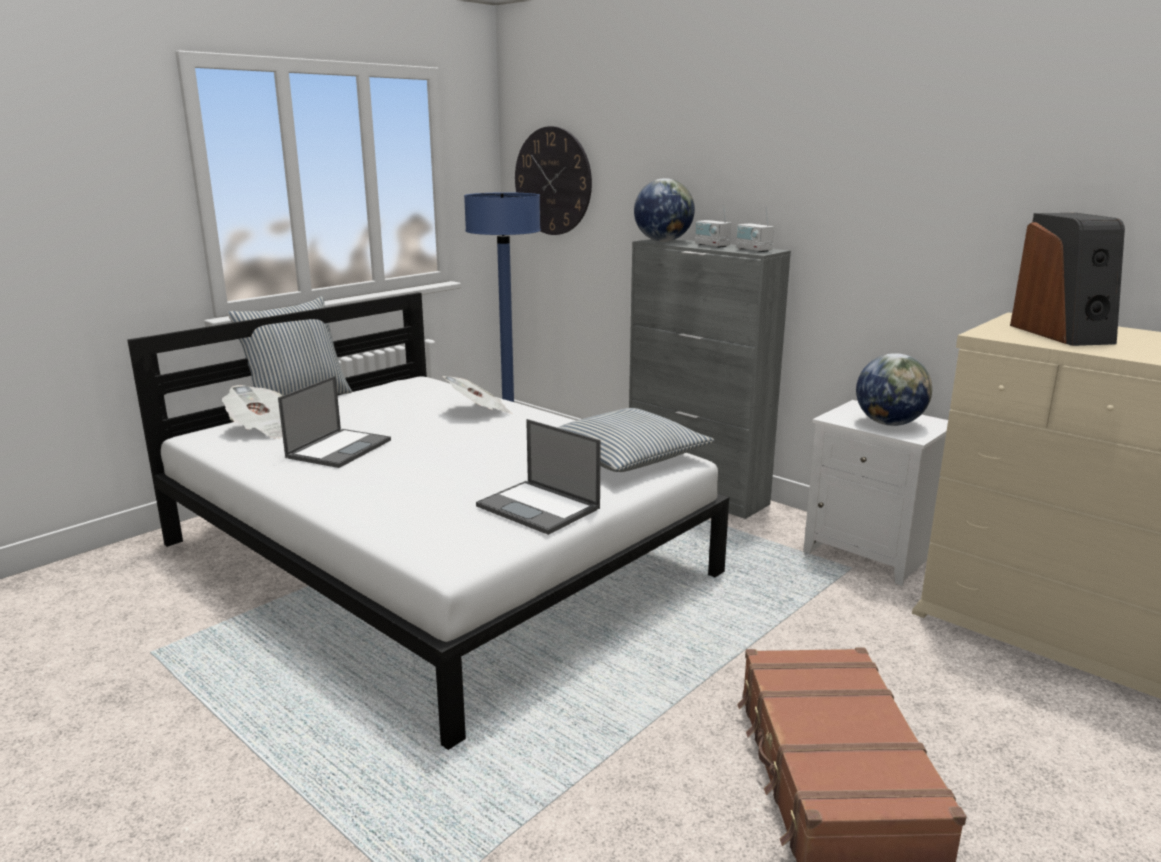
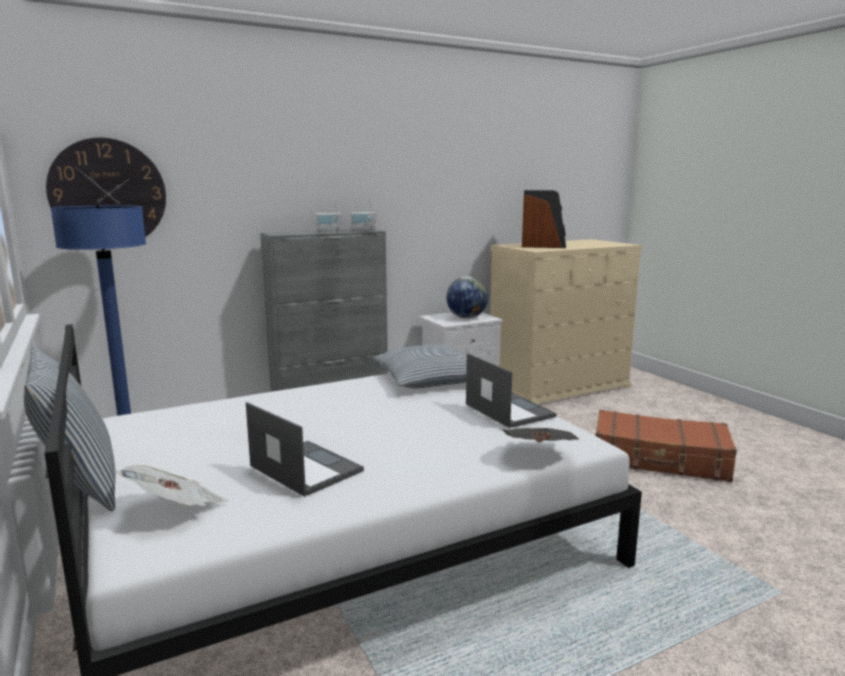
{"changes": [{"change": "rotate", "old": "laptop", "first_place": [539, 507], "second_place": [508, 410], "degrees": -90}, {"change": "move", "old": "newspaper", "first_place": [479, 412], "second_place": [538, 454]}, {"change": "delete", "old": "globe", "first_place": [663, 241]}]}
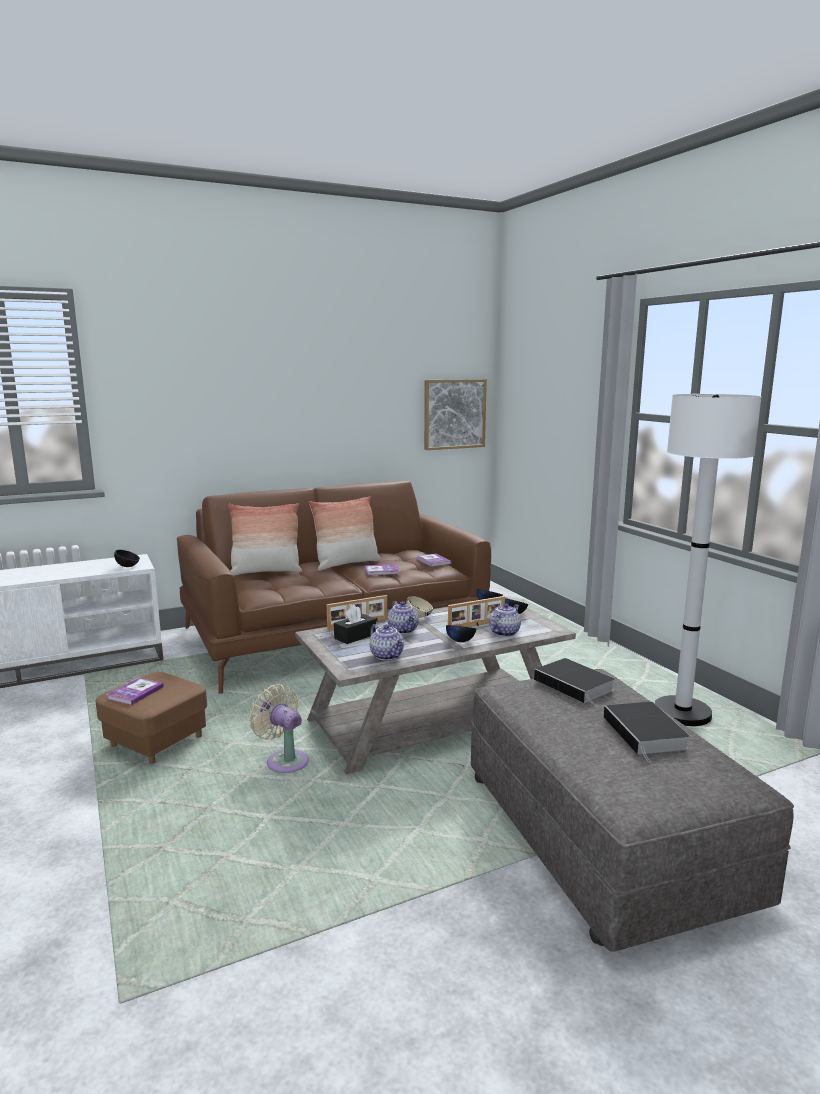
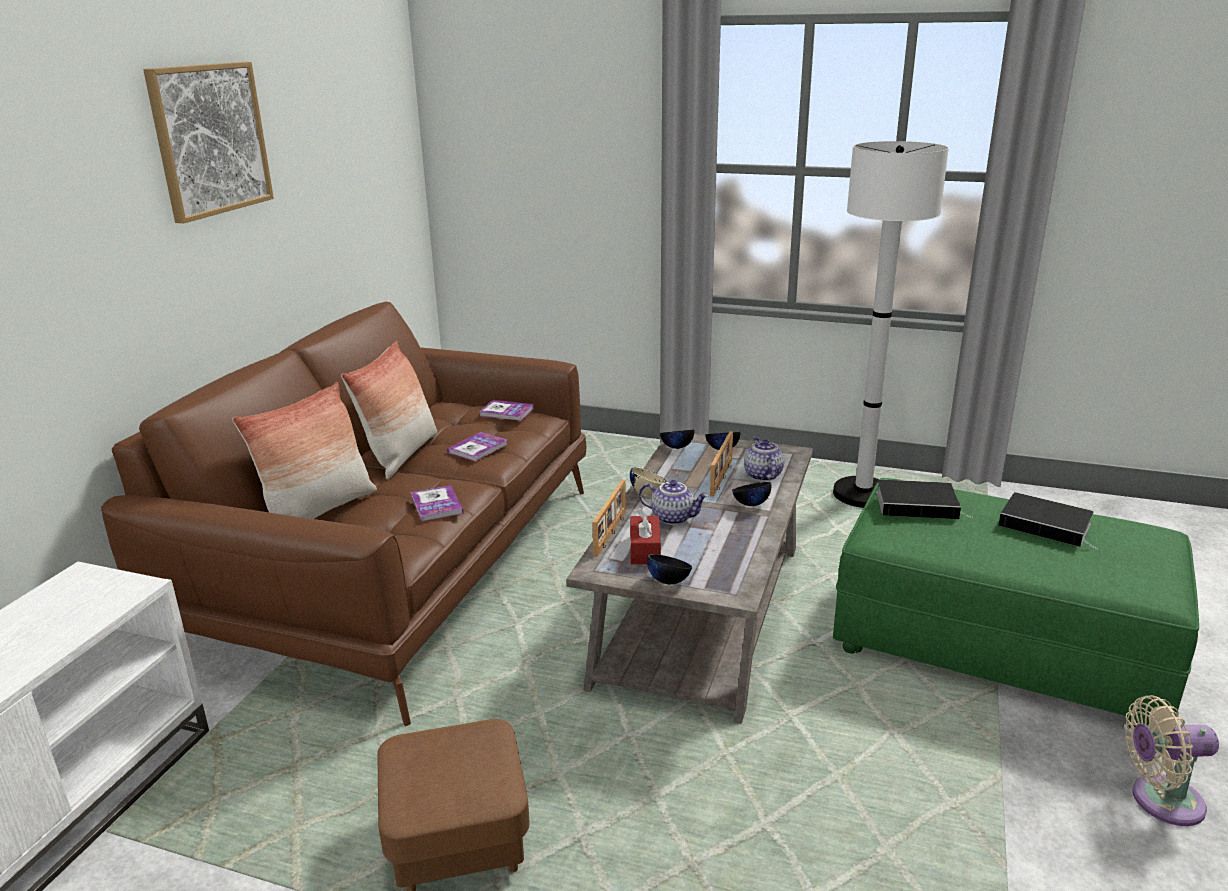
{"changes": [{"change": "move", "old": "picture", "first_place": [454, 414], "second_place": [210, 139]}, {"change": "move", "old": "book", "first_place": [135, 693], "second_place": [437, 505]}, {"change": "recolor", "old": "black tissue box", "new": "red tissue box", "first_place": [355, 636], "second_place": [645, 550]}, {"change": "move", "old": "black bowl", "first_place": [128, 566], "second_place": [669, 581]}, {"change": "recolor", "old": "grey ottoman", "new": "green ottoman", "first_place": [602, 835], "second_place": [999, 640]}, {"change": "move", "old": "beige fan", "first_place": [284, 760], "second_place": [1160, 800]}, {"change": "delete", "old": "teapot", "first_place": [387, 656]}]}
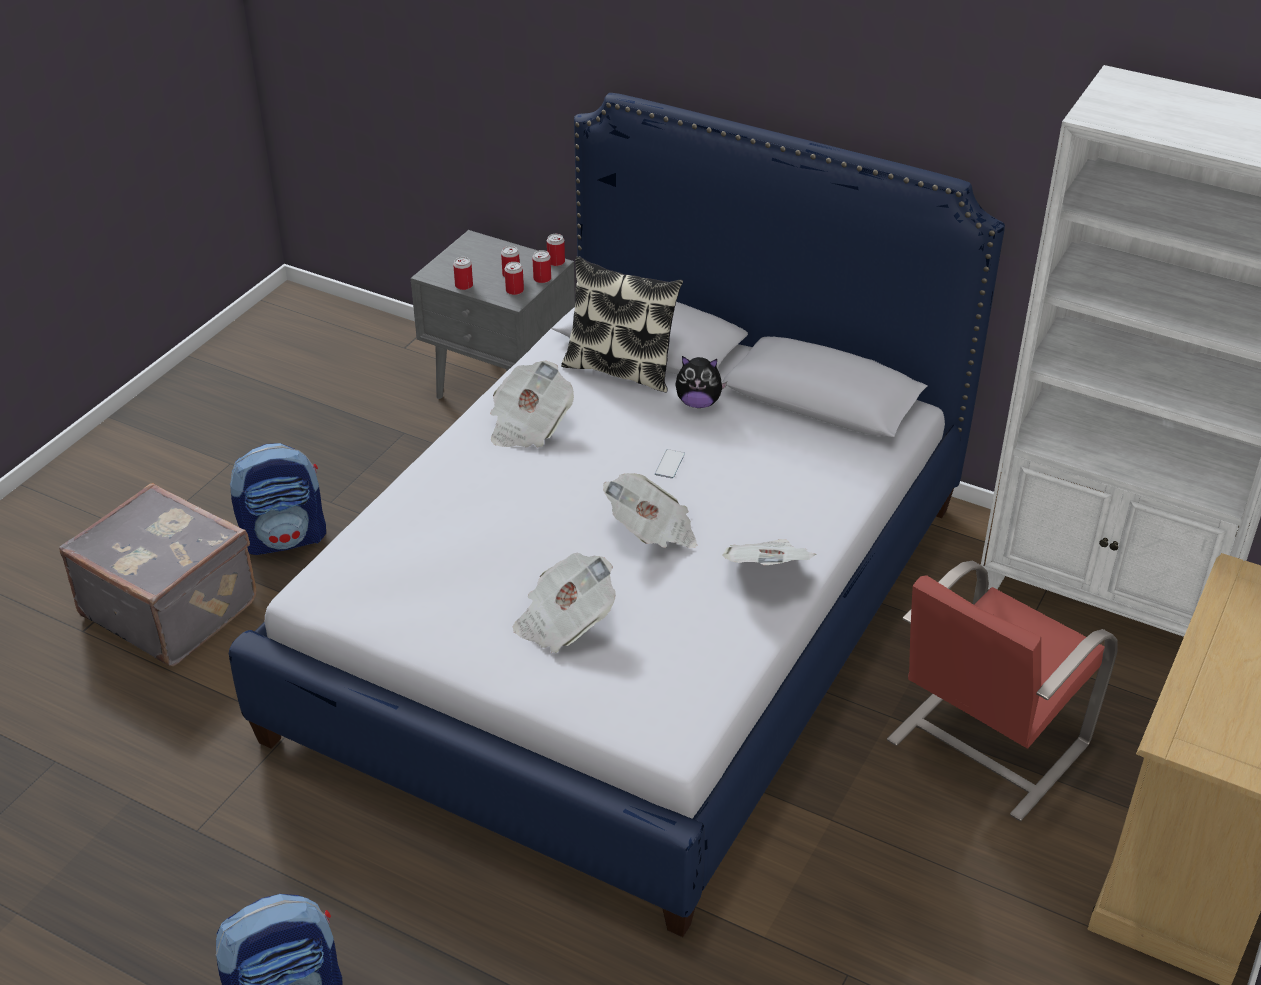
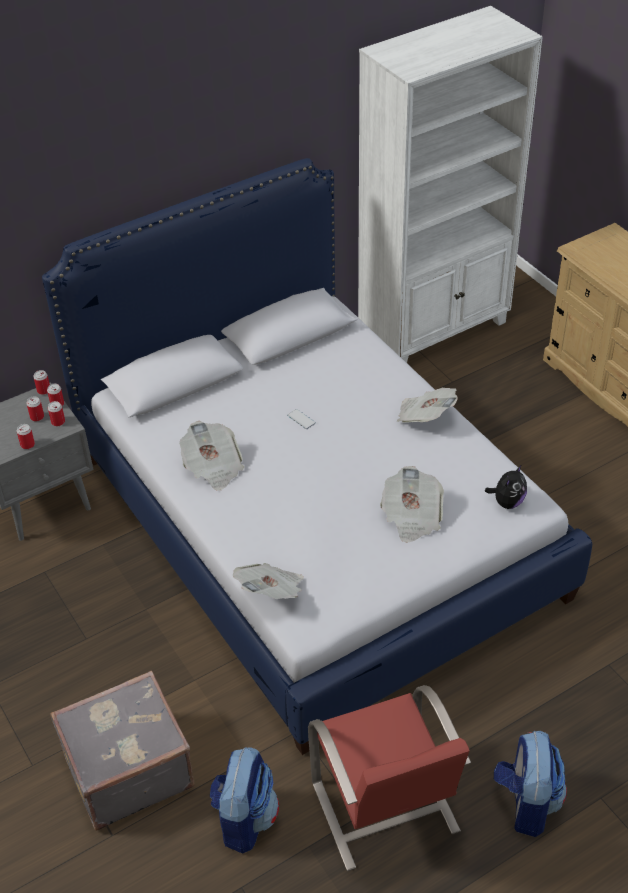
{"changes": [{"change": "move", "old": "backpack", "first_place": [285, 538], "second_place": [244, 818]}, {"change": "move", "old": "newspaper", "first_place": [652, 532], "second_place": [271, 592]}, {"change": "move", "old": "red chair", "first_place": [984, 743], "second_place": [385, 809]}, {"change": "move", "old": "plush toy", "first_place": [698, 403], "second_place": [507, 502]}, {"change": "delete", "old": "pillow", "first_place": [621, 369]}]}
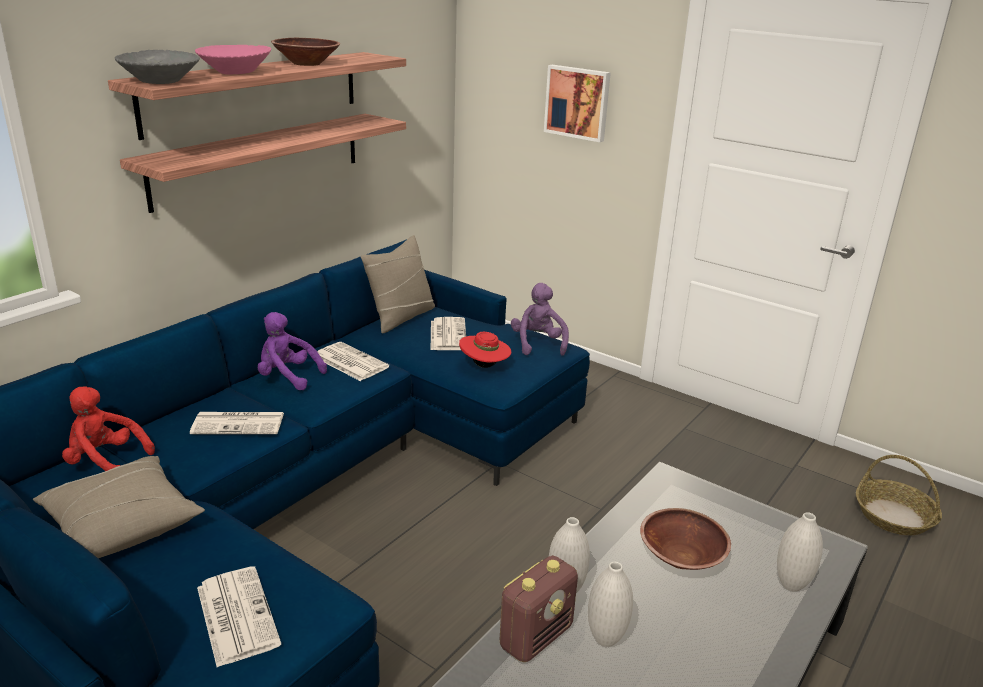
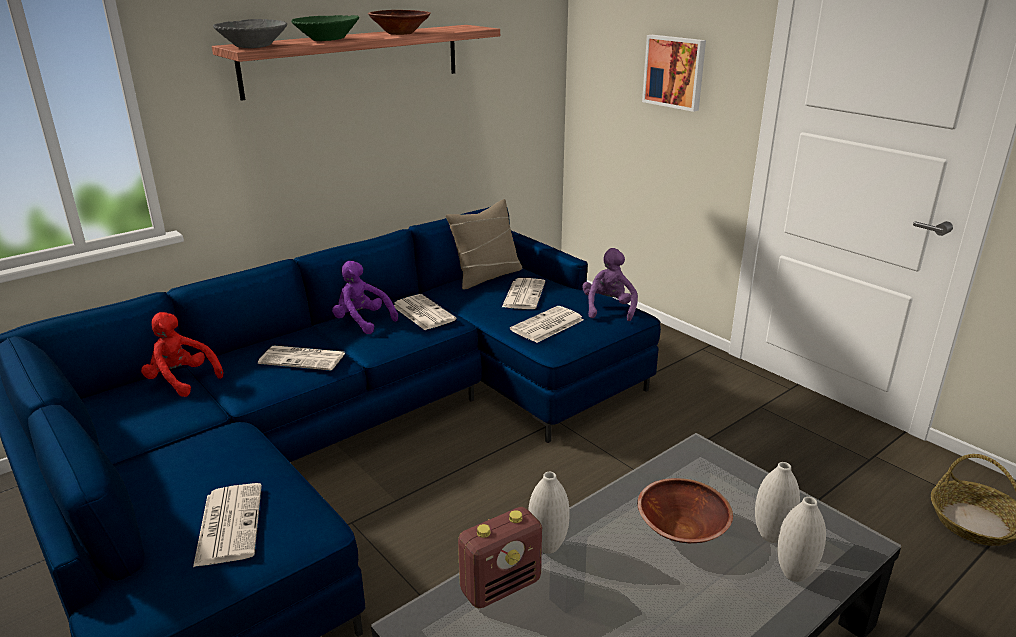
{"changes": [{"change": "recolor", "old": "pink bowl", "new": "green bowl", "first_place": [235, 72], "second_place": [327, 39]}, {"change": "replace", "old": "red hat", "new": "newspaper", "first_place": [484, 366], "second_place": [547, 325]}, {"change": "move", "old": "white vase", "first_place": [605, 639], "second_place": [771, 536]}, {"change": "delete", "old": "beige pillow", "first_place": [121, 524]}, {"change": "delete", "old": "shelf", "first_place": [260, 159]}]}
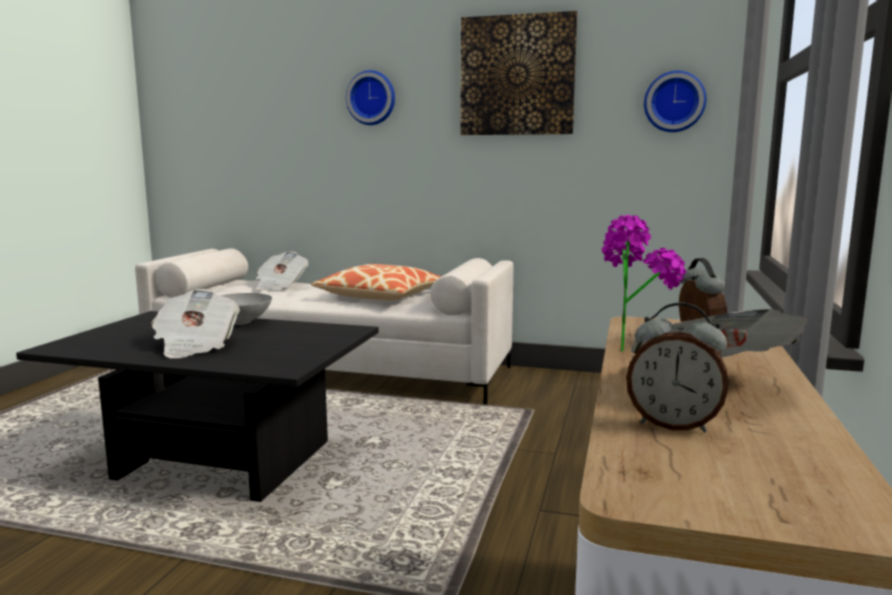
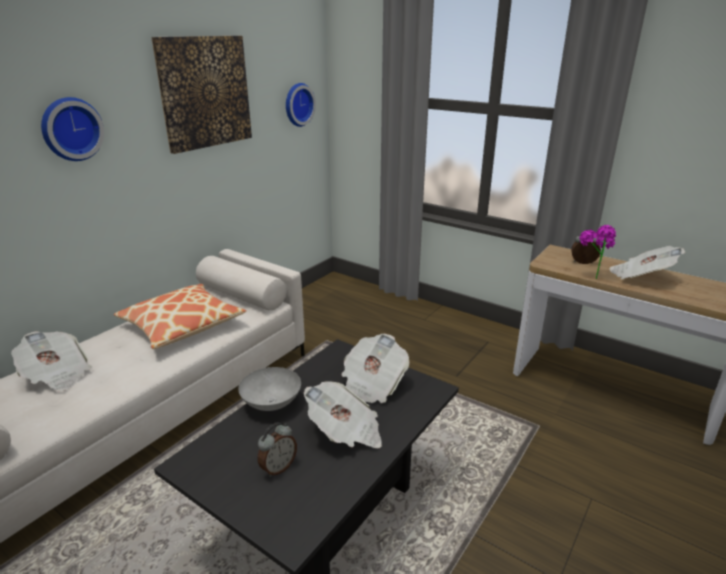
{"changes": [{"change": "move", "old": "alarm clock", "first_place": [673, 425], "second_place": [278, 467]}, {"change": "insert", "new": "newspaper", "second_place": [371, 385]}]}
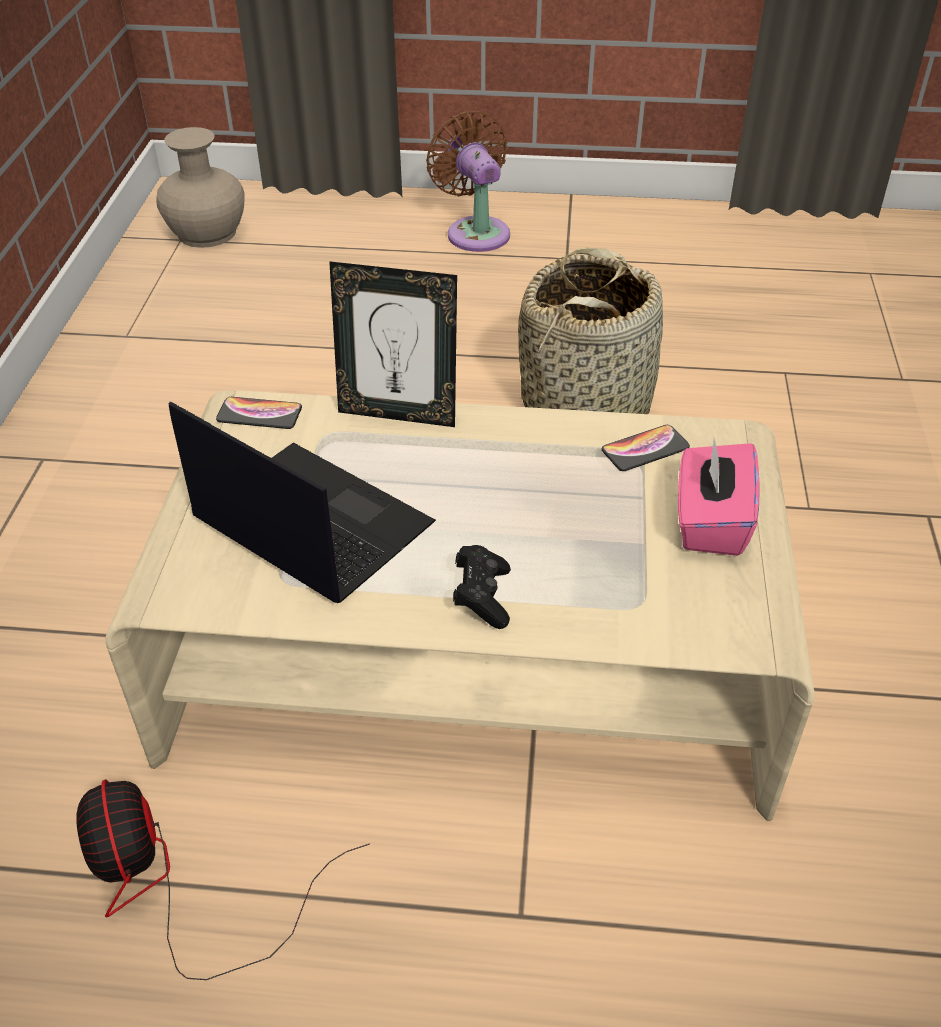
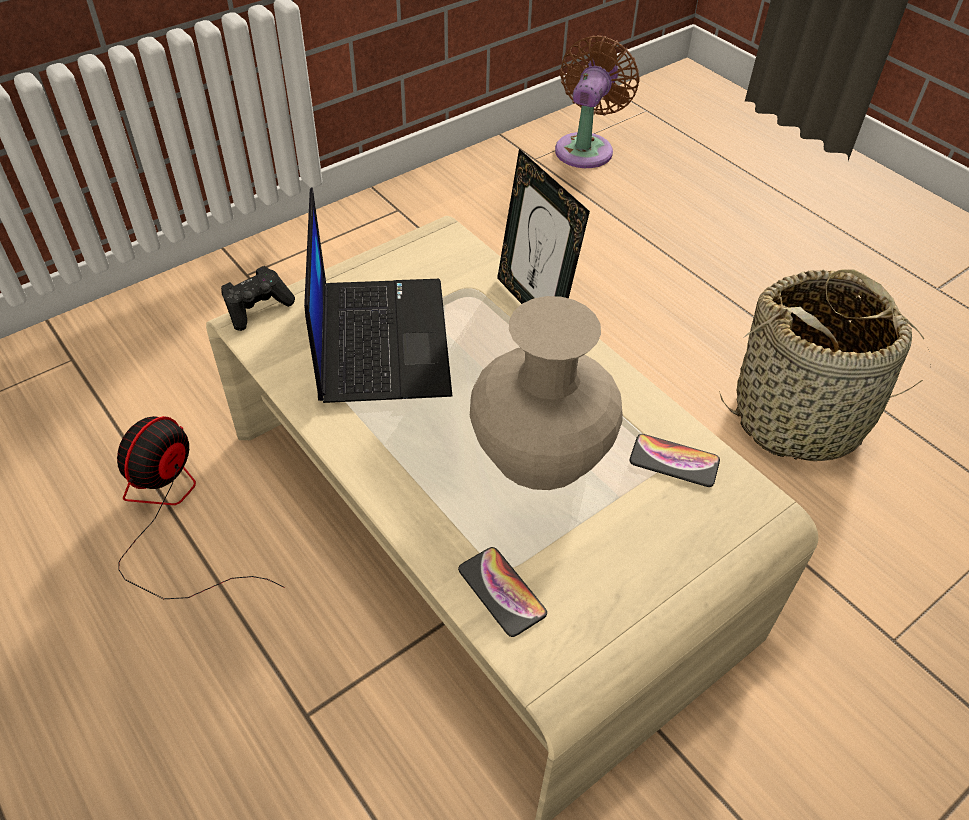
{"changes": [{"change": "move", "old": "black game controller", "first_place": [482, 597], "second_place": [257, 308]}, {"change": "move", "old": "phone", "first_place": [259, 414], "second_place": [501, 592]}, {"change": "move", "old": "beige vase", "first_place": [207, 232], "second_place": [541, 450]}, {"change": "move", "old": "brown fan", "first_place": [475, 231], "second_place": [586, 148]}, {"change": "delete", "old": "pink tissue box", "first_place": [710, 522]}]}
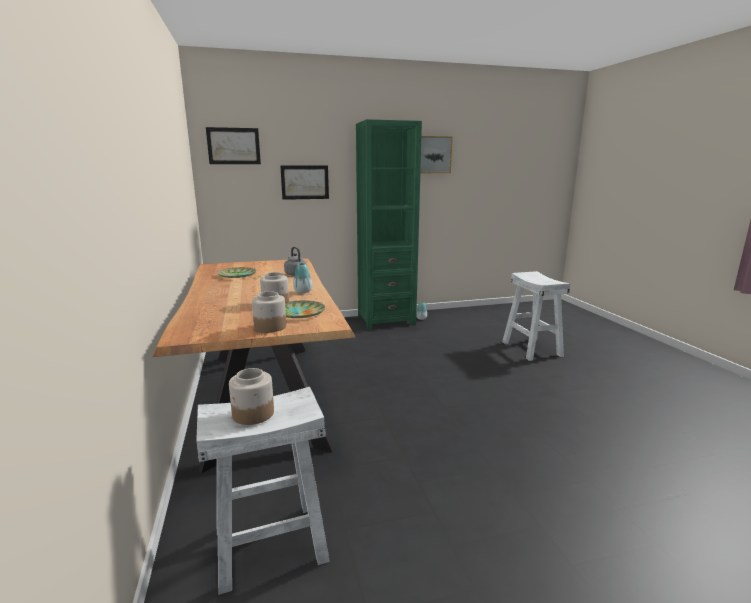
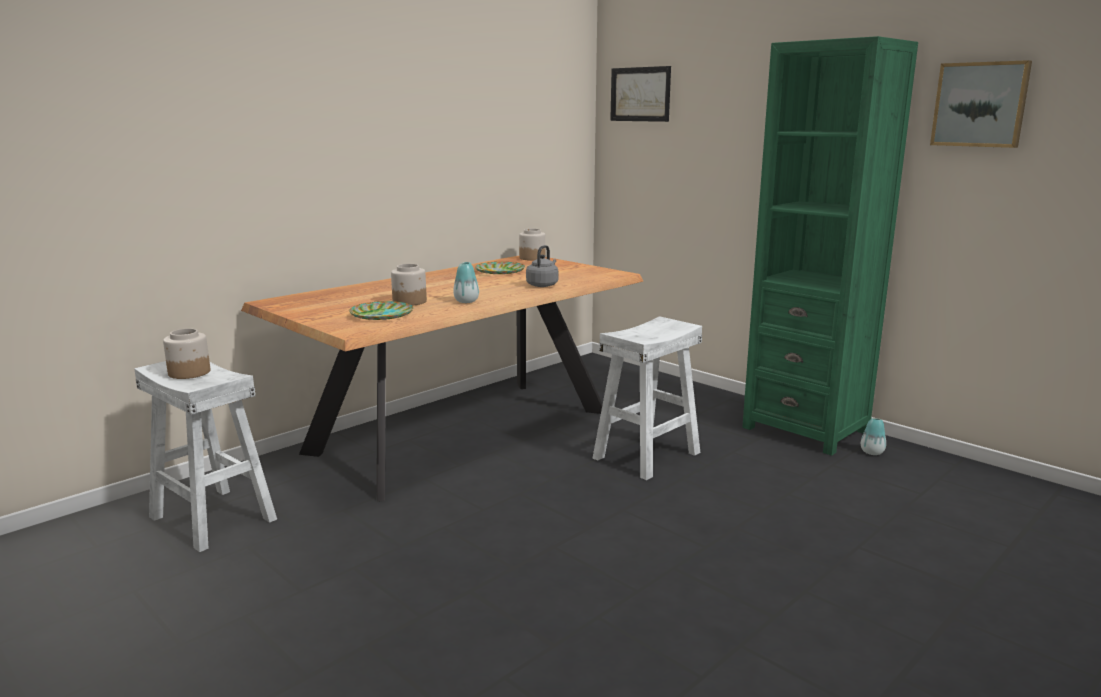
{"changes": [{"change": "move", "old": "jar", "first_place": [269, 327], "second_place": [532, 258]}, {"change": "move", "old": "white stool", "first_place": [532, 349], "second_place": [647, 456]}, {"change": "delete", "old": "picture", "first_place": [305, 182]}]}
